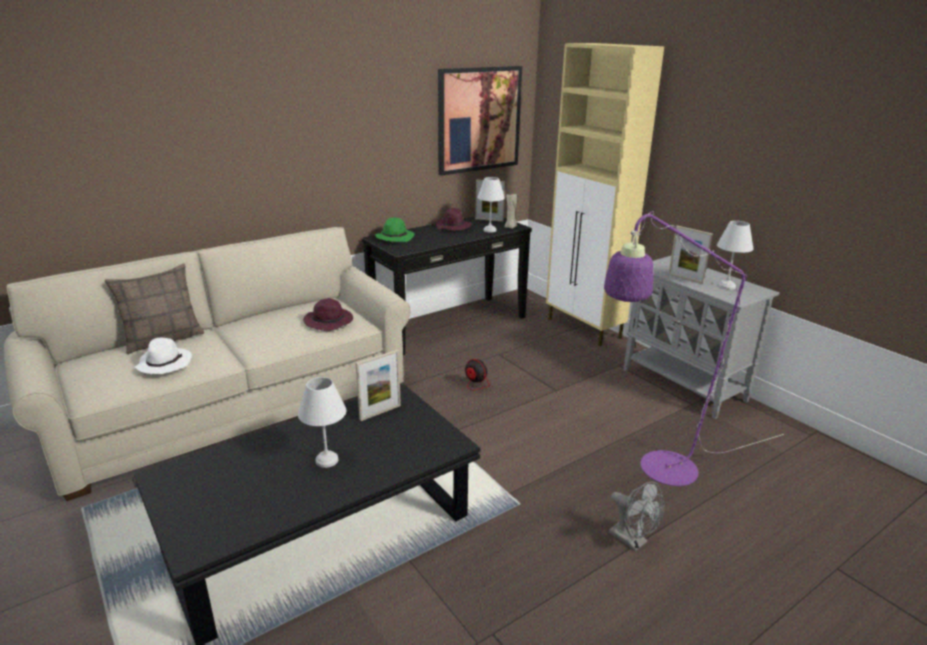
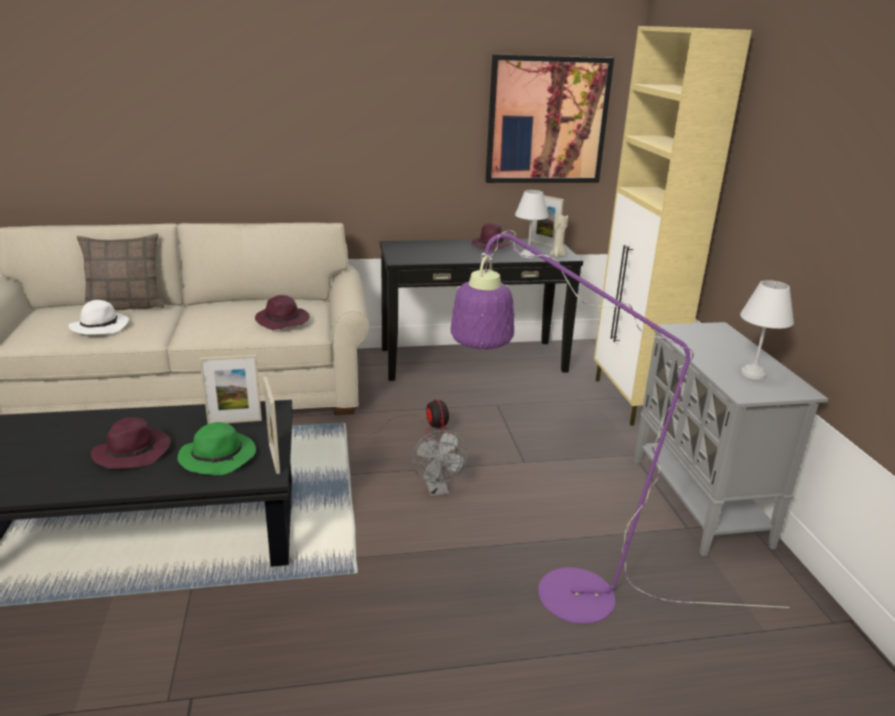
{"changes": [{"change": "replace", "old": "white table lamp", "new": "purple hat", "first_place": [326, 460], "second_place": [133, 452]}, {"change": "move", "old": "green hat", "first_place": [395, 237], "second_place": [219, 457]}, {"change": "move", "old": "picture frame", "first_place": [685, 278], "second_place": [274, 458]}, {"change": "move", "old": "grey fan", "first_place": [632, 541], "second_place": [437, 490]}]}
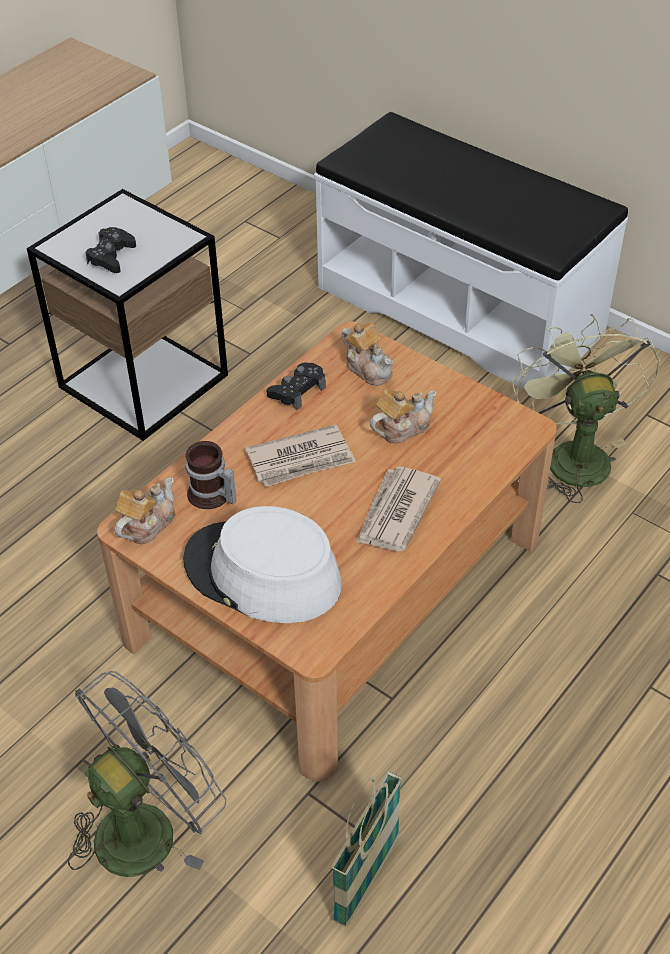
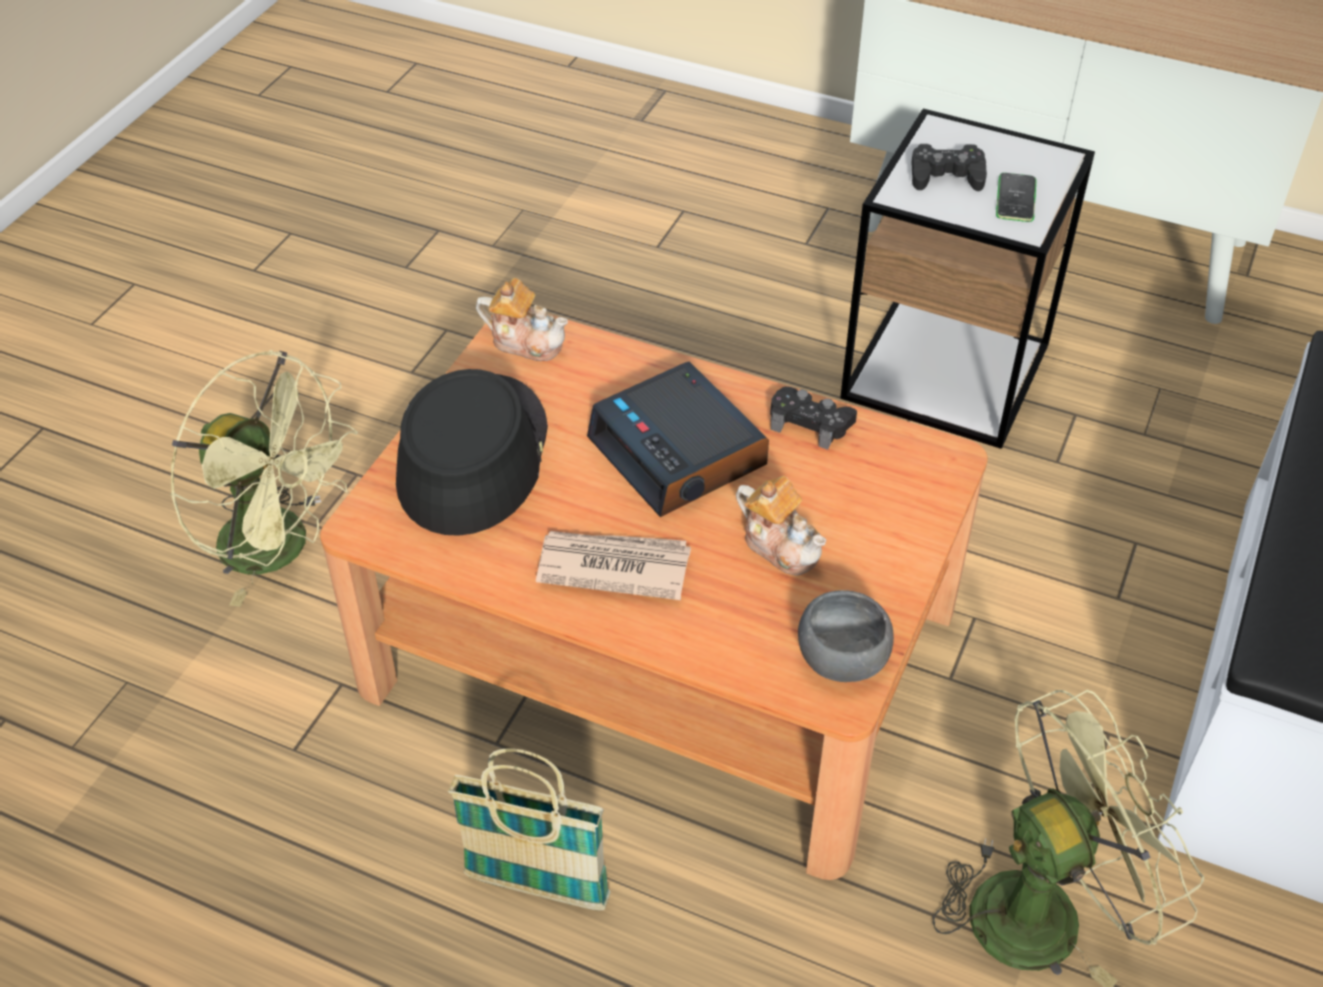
{"changes": [{"change": "recolor", "old": "grey fan", "new": "green fan", "first_place": [147, 825], "second_place": [281, 548]}, {"change": "recolor", "old": "white hat", "new": "black hat", "first_place": [262, 573], "second_place": [472, 456]}, {"change": "move", "old": "basket", "first_place": [366, 880], "second_place": [536, 887]}, {"change": "replace", "old": "newspaper", "new": "alarm clock", "first_place": [301, 459], "second_place": [679, 453]}, {"change": "insert", "new": "grey bowl", "second_place": [840, 661]}, {"change": "insert", "new": "phone", "second_place": [1016, 198]}, {"change": "delete", "old": "mug", "first_place": [211, 497]}, {"change": "delete", "old": "teapot", "first_place": [368, 368]}]}
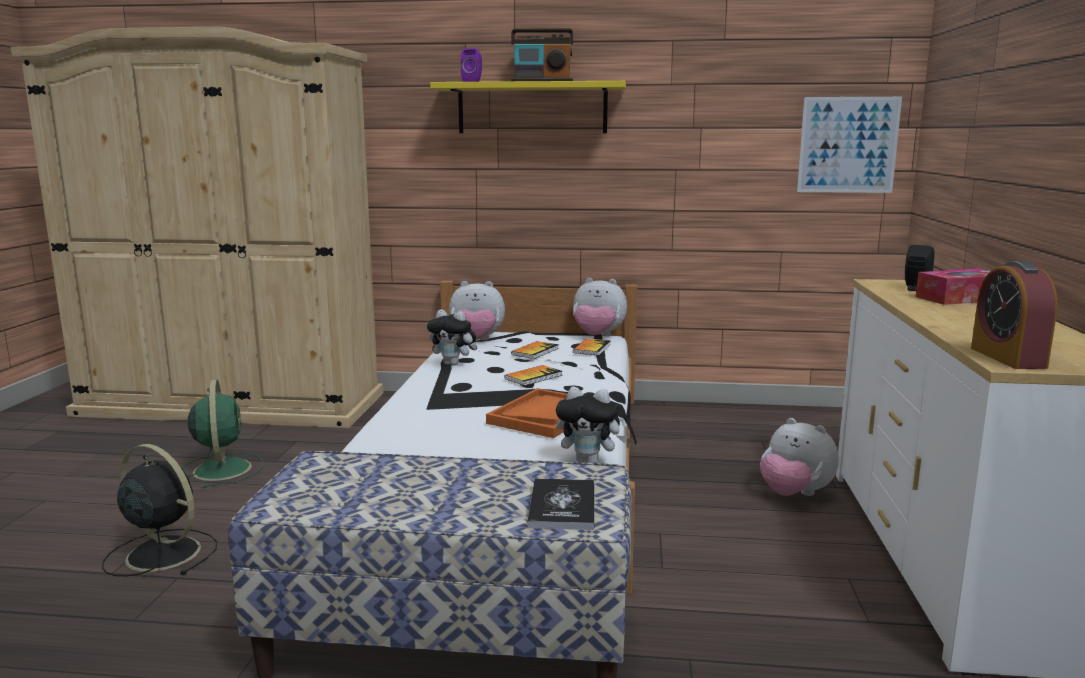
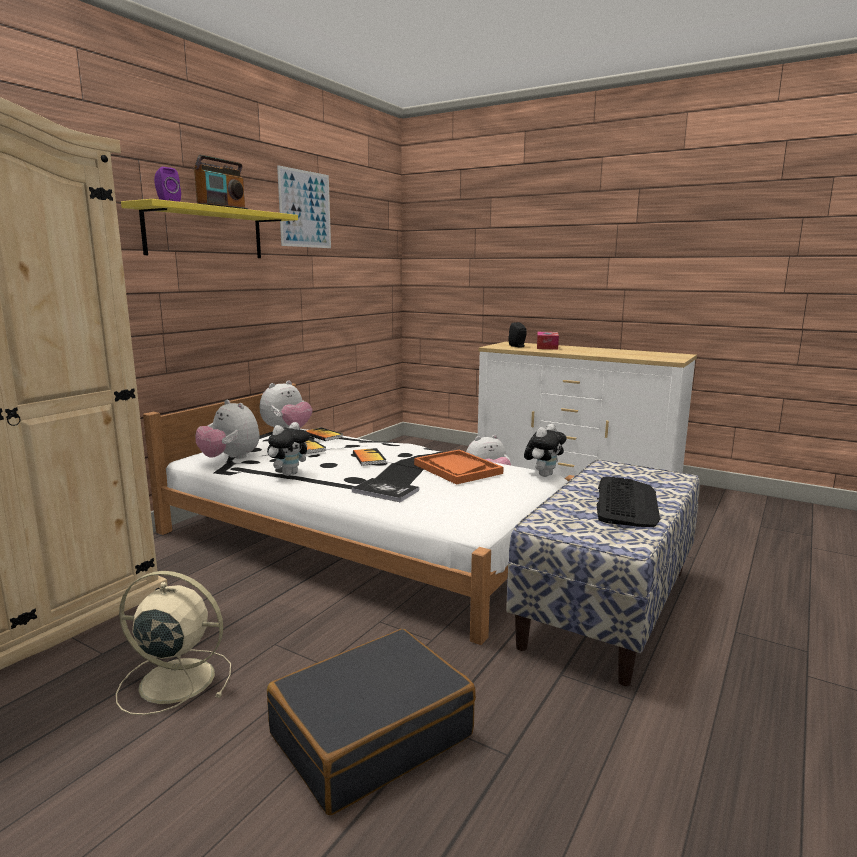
{"changes": [{"change": "recolor", "old": "green fan", "new": "beige fan", "first_place": [222, 468], "second_place": [174, 680]}, {"change": "rotate", "old": "plush toy", "first_place": [476, 341], "second_place": [230, 459], "degrees": 105}, {"change": "replace", "old": "black fan", "new": "black suitcase", "first_place": [161, 553], "second_place": [371, 734]}, {"change": "move", "old": "picture", "first_place": [848, 145], "second_place": [305, 209]}, {"change": "move", "old": "book", "first_place": [562, 506], "second_place": [385, 491]}, {"change": "insert", "new": "keyboard", "second_place": [626, 503]}, {"change": "delete", "old": "alarm clock", "first_place": [1007, 357]}]}
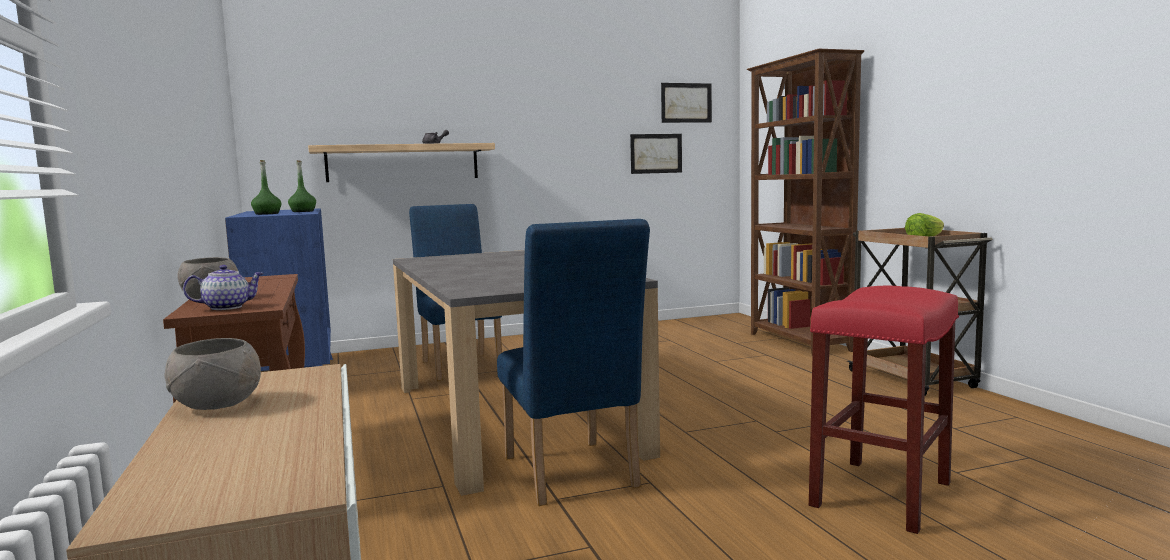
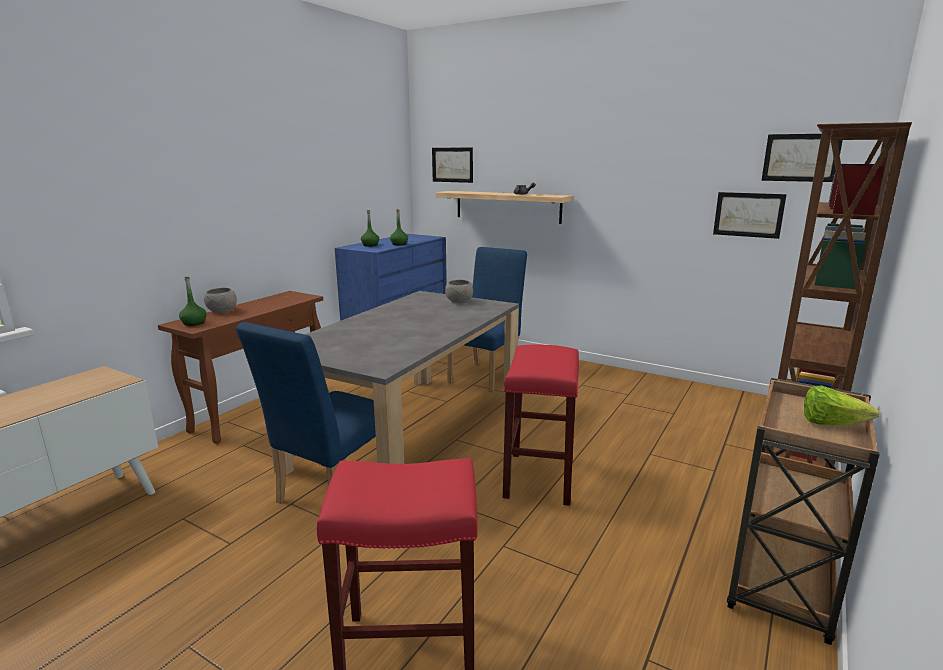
{"changes": [{"change": "replace", "old": "teapot", "new": "green bottle", "first_place": [227, 307], "second_place": [194, 323]}, {"change": "insert", "new": "picture", "second_place": [452, 165]}, {"change": "move", "old": "grey bowl", "first_place": [216, 405], "second_place": [459, 302]}, {"change": "insert", "new": "red stool", "second_place": [540, 479]}]}
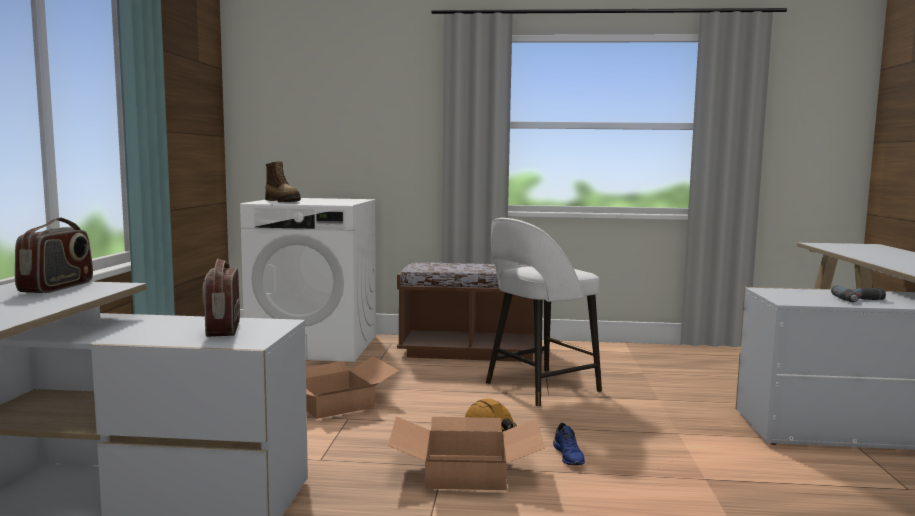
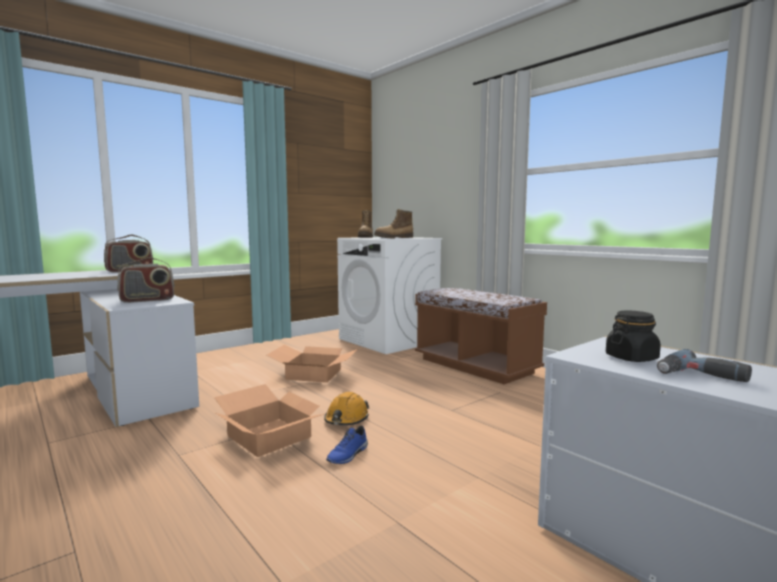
{"changes": [{"change": "rotate", "old": "radio", "first_place": [223, 329], "second_place": [147, 300], "degrees": -150}, {"change": "insert", "new": "boot", "second_place": [394, 238]}, {"change": "insert", "new": "black jar", "second_place": [631, 358]}, {"change": "delete", "old": "white stool", "first_place": [539, 388]}]}
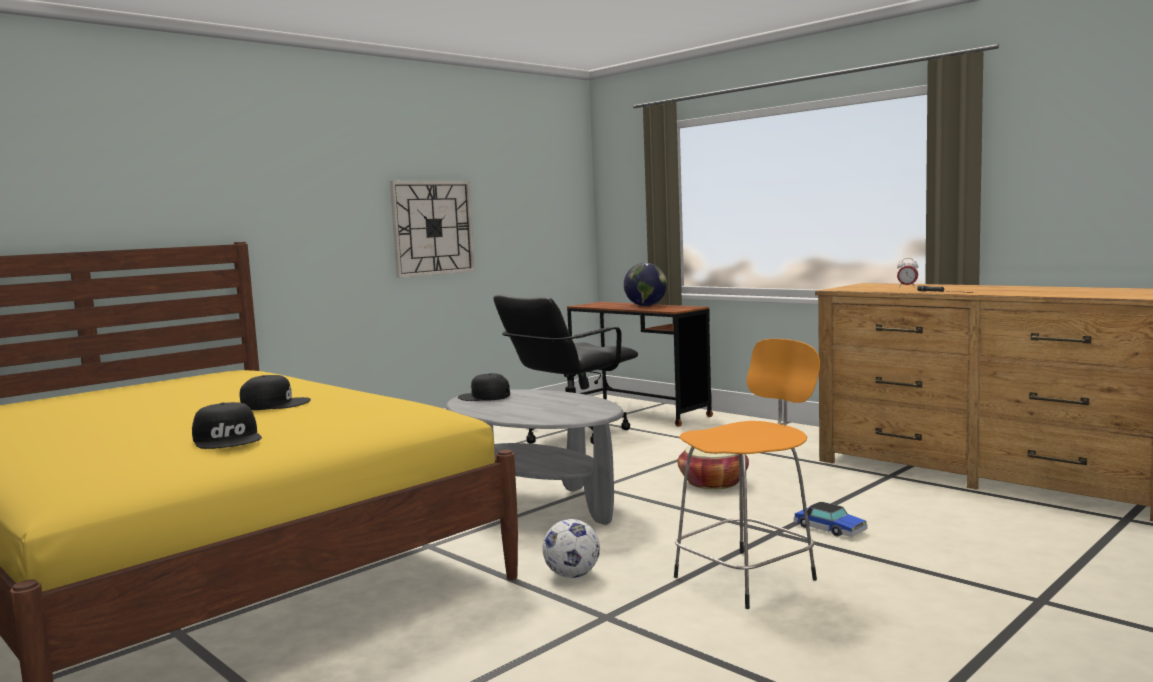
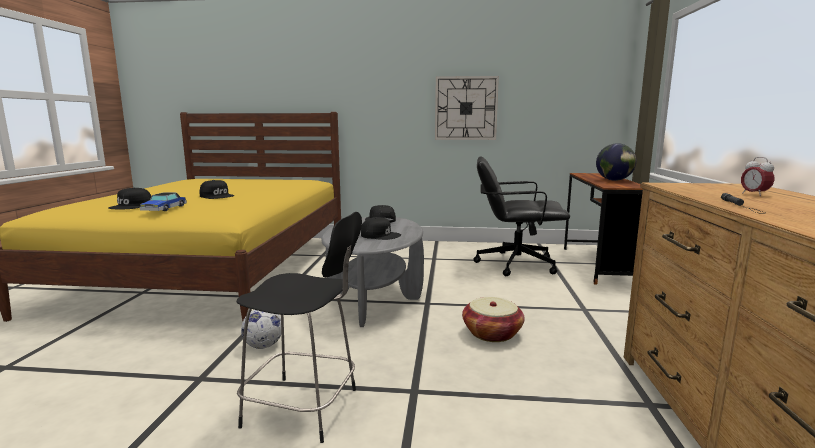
{"changes": [{"change": "move", "old": "toy car", "first_place": [830, 529], "second_place": [164, 208]}, {"change": "recolor", "old": "orange stool", "new": "black stool", "first_place": [748, 577], "second_place": [305, 408]}, {"change": "insert", "new": "black cap", "second_place": [380, 235]}]}
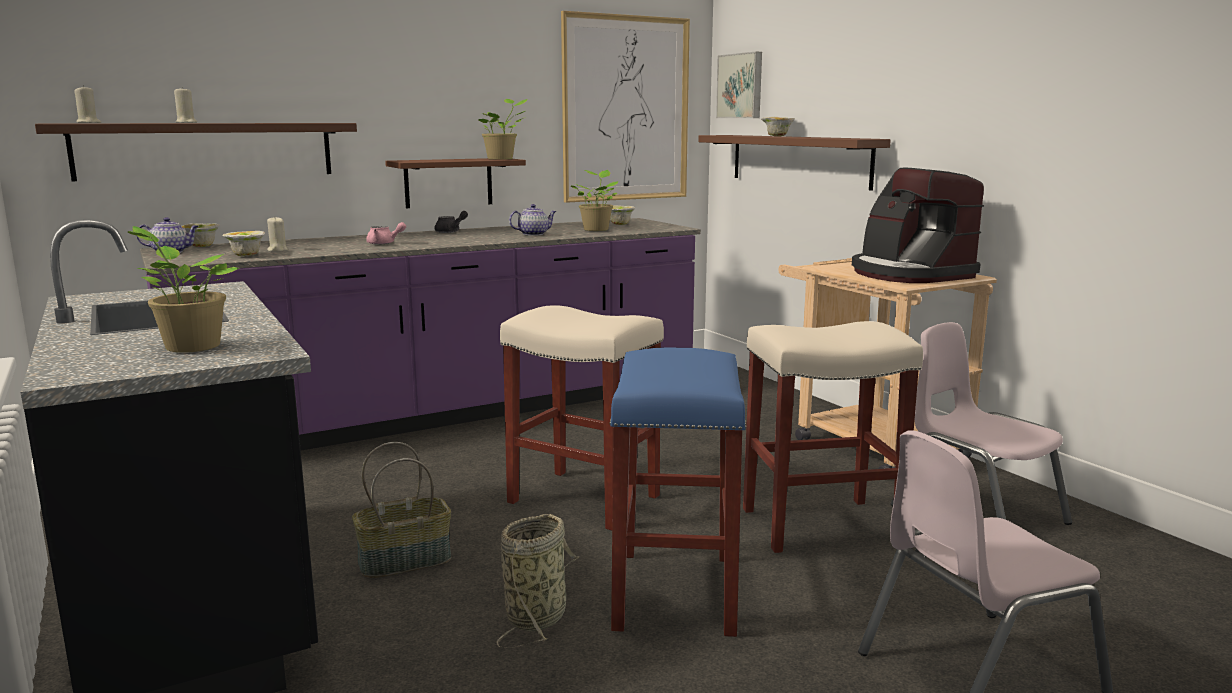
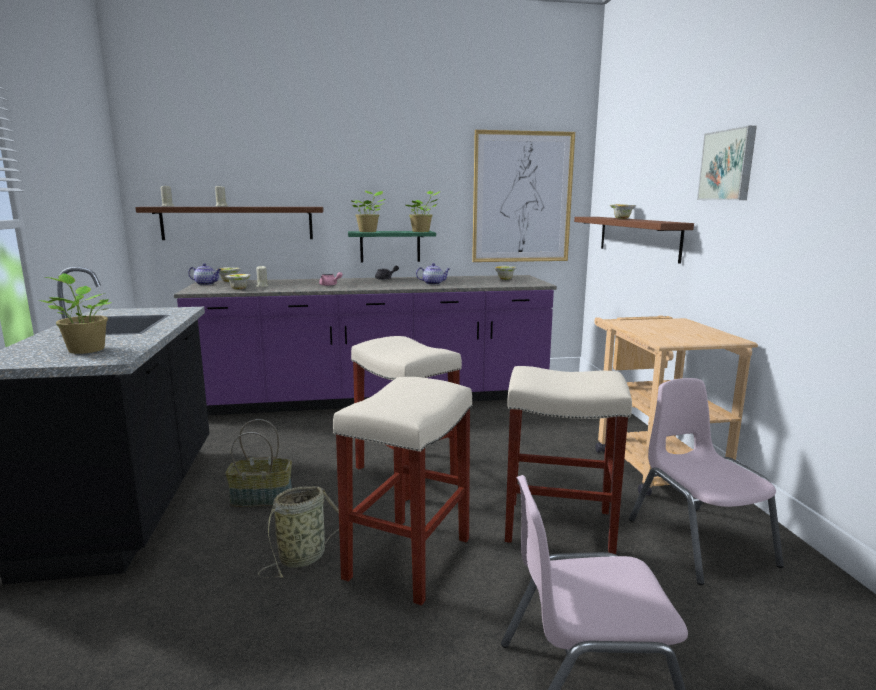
{"changes": [{"change": "recolor", "old": "blue stool", "new": "beige stool", "first_place": [676, 593], "second_place": [408, 559]}, {"change": "recolor", "old": "brown shelf", "new": "green shelf", "first_place": [448, 182], "second_place": [390, 246]}, {"change": "move", "old": "potted plant", "first_place": [596, 229], "second_place": [368, 231]}, {"change": "move", "old": "picture", "first_place": [741, 86], "second_place": [728, 165]}, {"change": "delete", "old": "coffee machine", "first_place": [909, 274]}]}
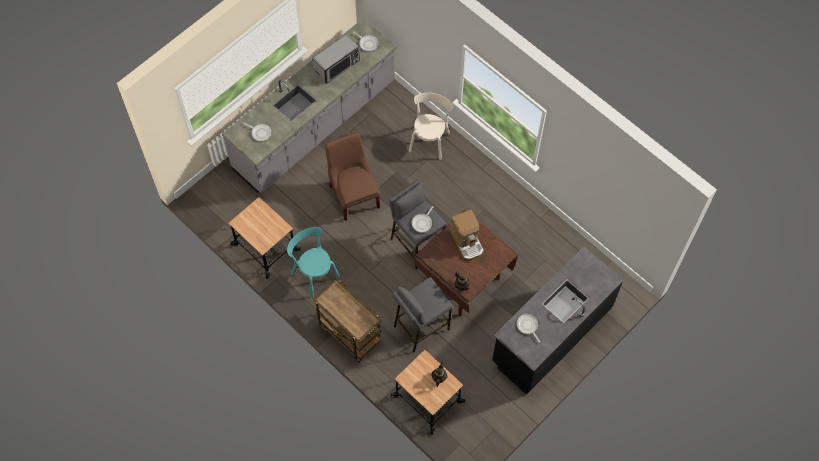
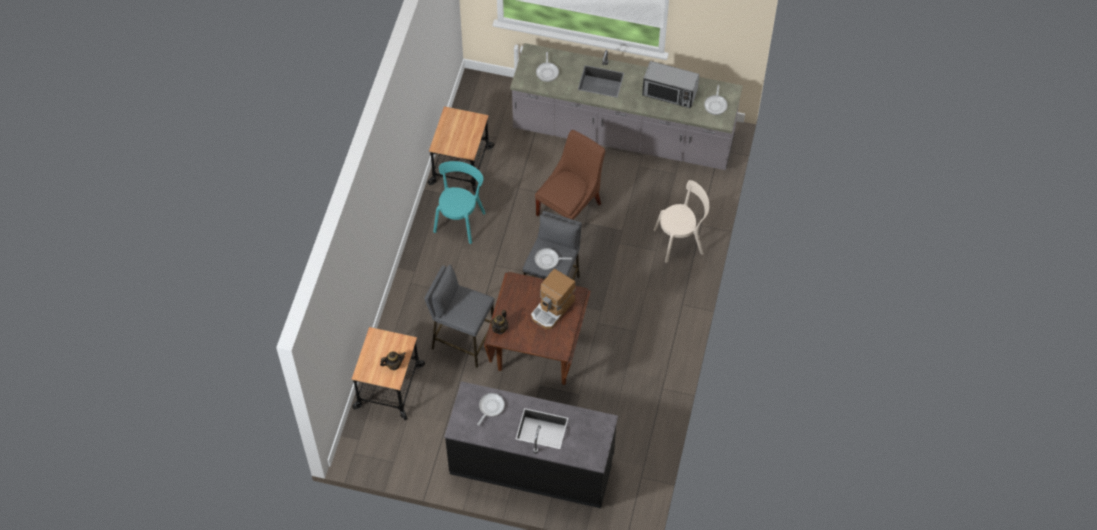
{"changes": [{"change": "delete", "old": "brown cart", "first_place": [348, 334]}]}
